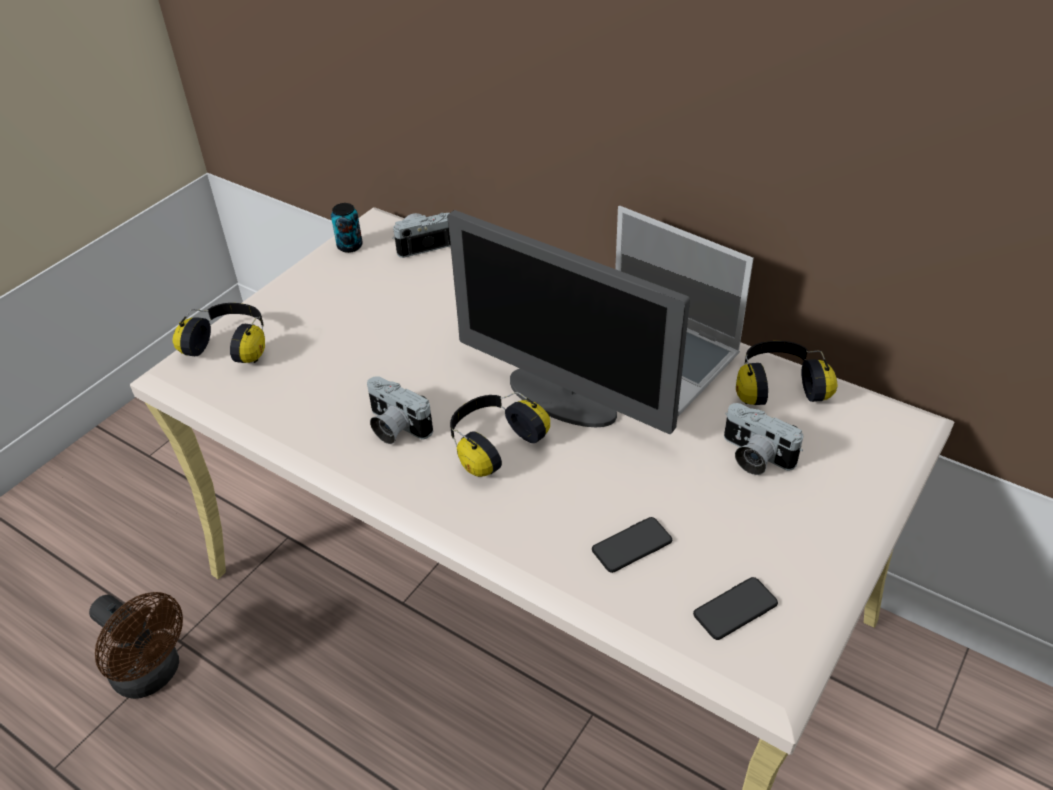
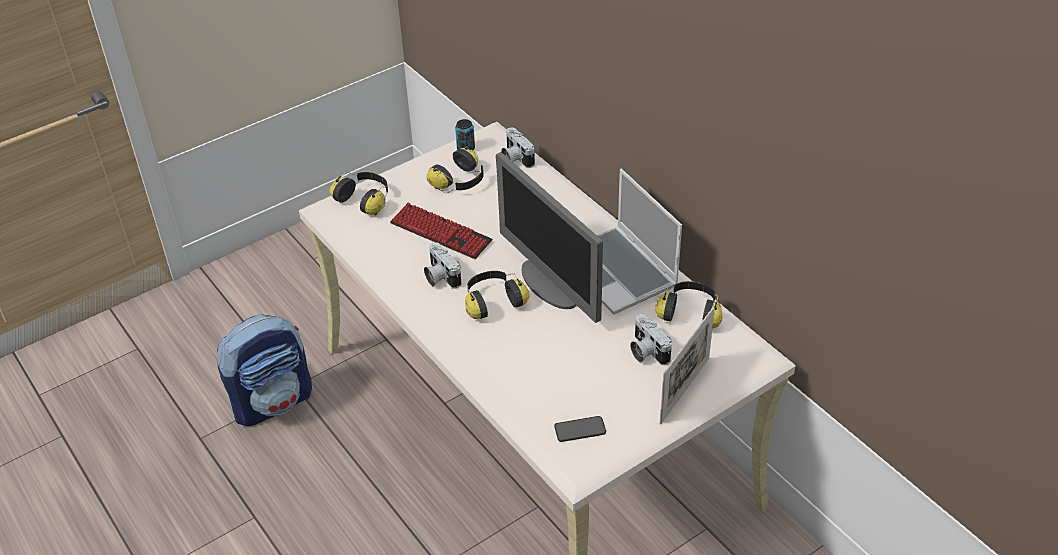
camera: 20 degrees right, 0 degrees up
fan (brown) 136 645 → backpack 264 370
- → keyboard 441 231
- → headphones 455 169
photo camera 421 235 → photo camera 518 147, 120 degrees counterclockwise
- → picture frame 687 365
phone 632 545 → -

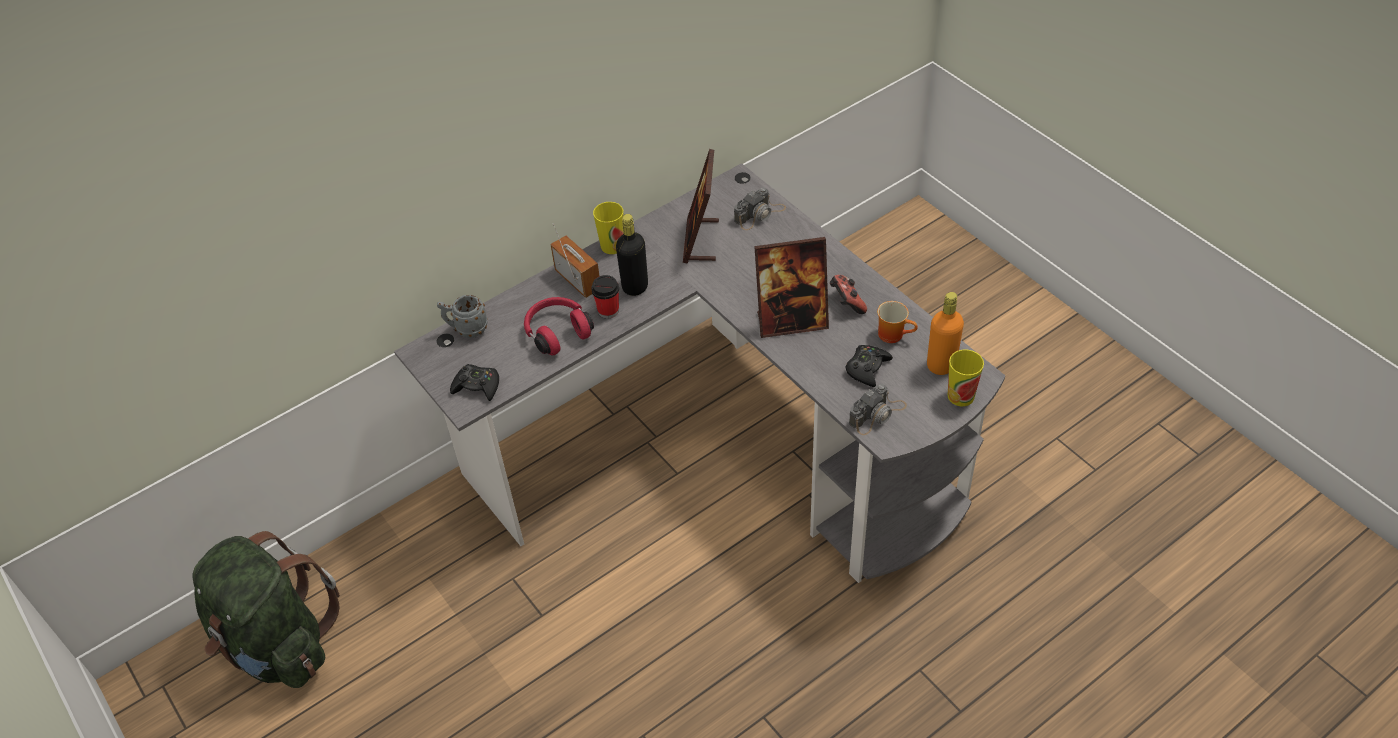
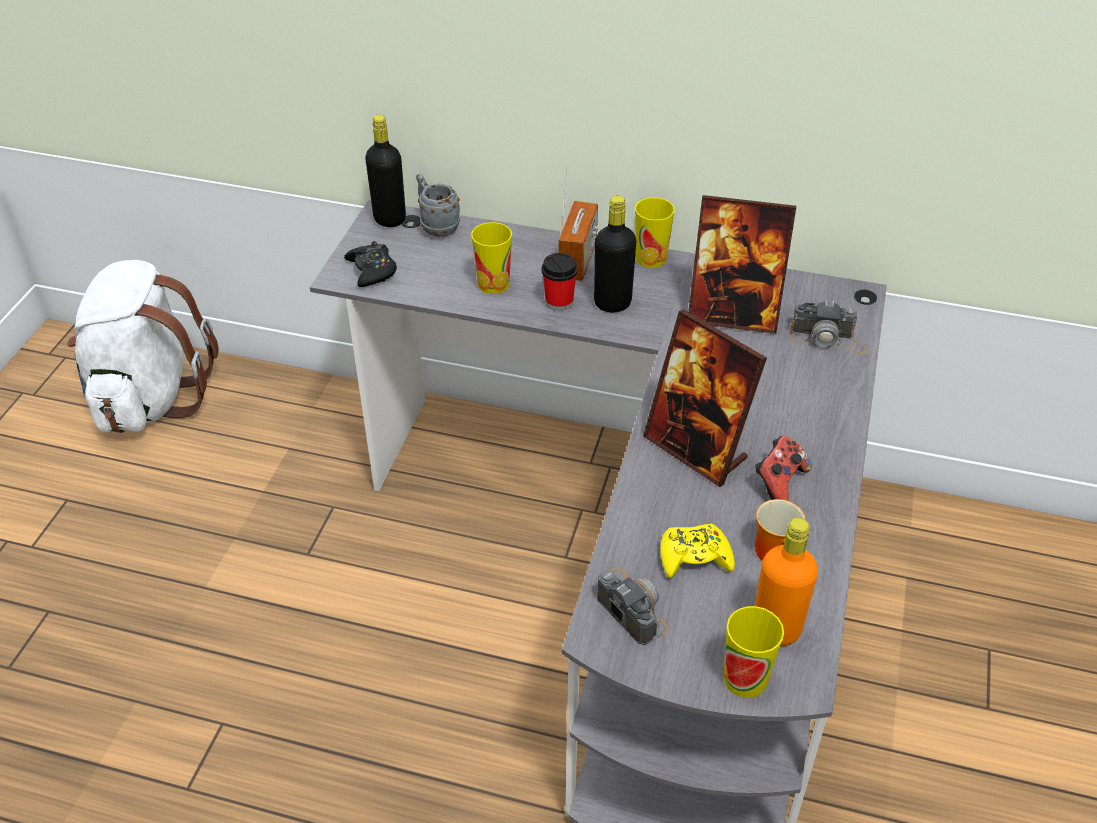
camera: 50 degrees right, 5 degrees down
backpack (green) 266 609 → backpack (white) 143 346
- → bottle (black) 385 171
headphones (red) 559 326 → cup 491 258
photo camera 878 409 → photo camera 633 606, 135 degrees counterclockwise
game controller (black) 869 366 → game controller (yellow) 697 550
picture frame 701 206 → picture frame 742 264, 135 degrees counterclockwise

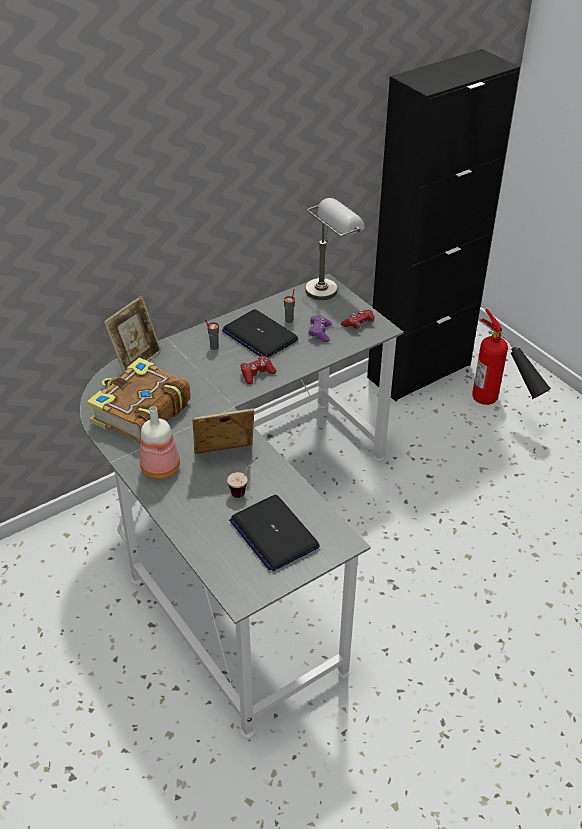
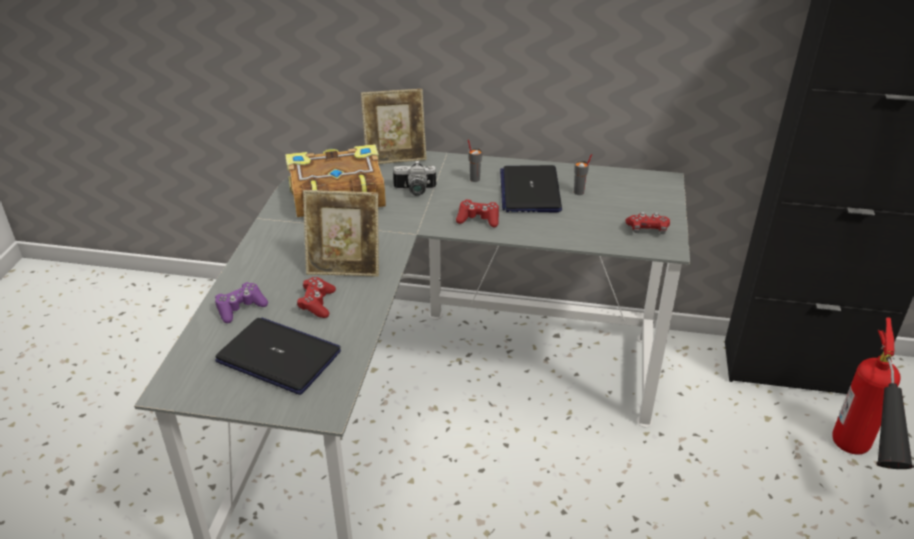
camera: 45 degrees right, 5 degrees down
game controller (purple) 320 328 → game controller (purple) 241 302, relocated
laptop 274 533 → laptop 278 356, 105 degrees clockwise
cup 242 477 → game controller (red) 316 297
picture frame 223 431 → picture frame 341 233, 150 degrees clockwise
- → photo camera 414 178
bottle 160 442 → -
table lamp (grey) 335 249 → -

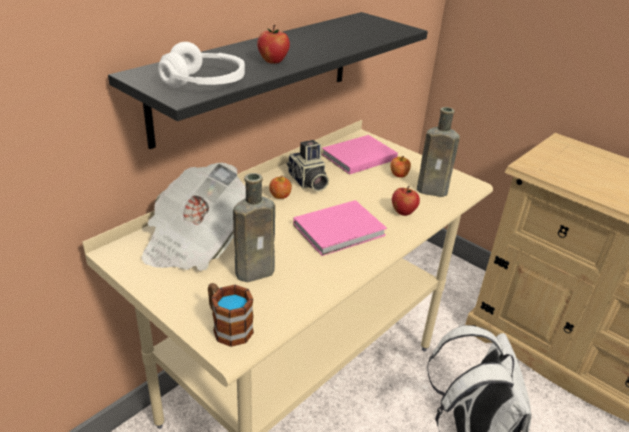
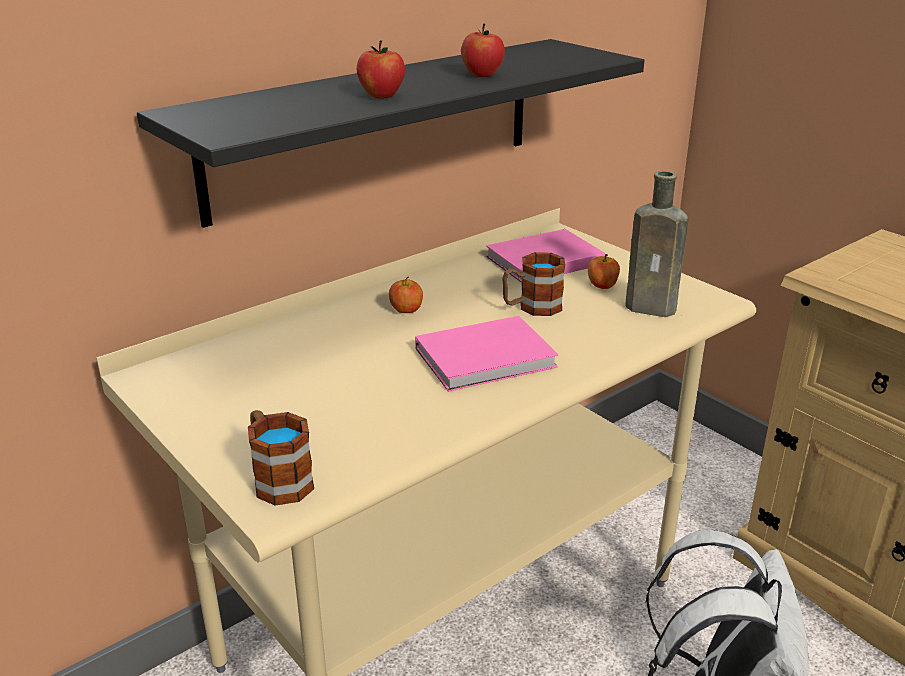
camera: 10 degrees right, 5 degrees down
apple 406 201 → apple 483 50, relocated
- → mug 533 284
newspaper 193 217 → -
headphones (white) 201 65 → -
bottle (brown) 254 227 → -
photo camera 308 166 → -

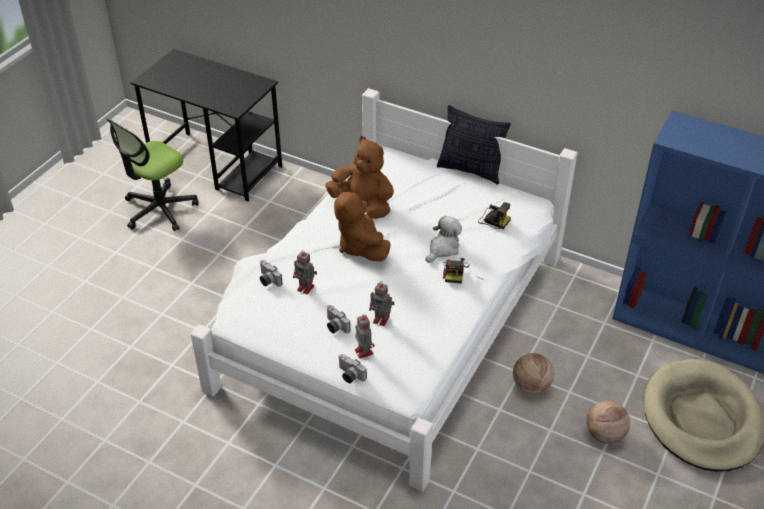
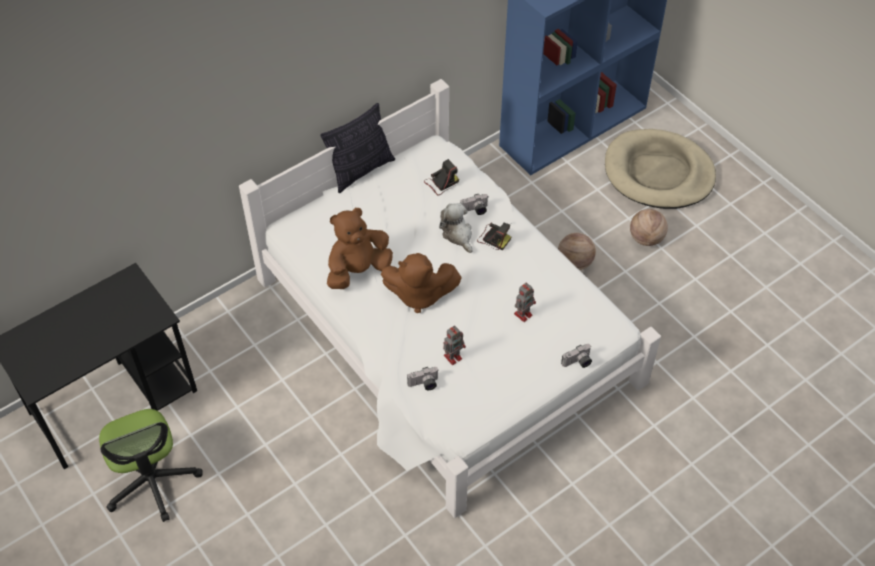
camera: 65 degrees left, 10 degrees up
photo camera 339 319 → photo camera 474 204, relocated
toy robot 365 336 → -

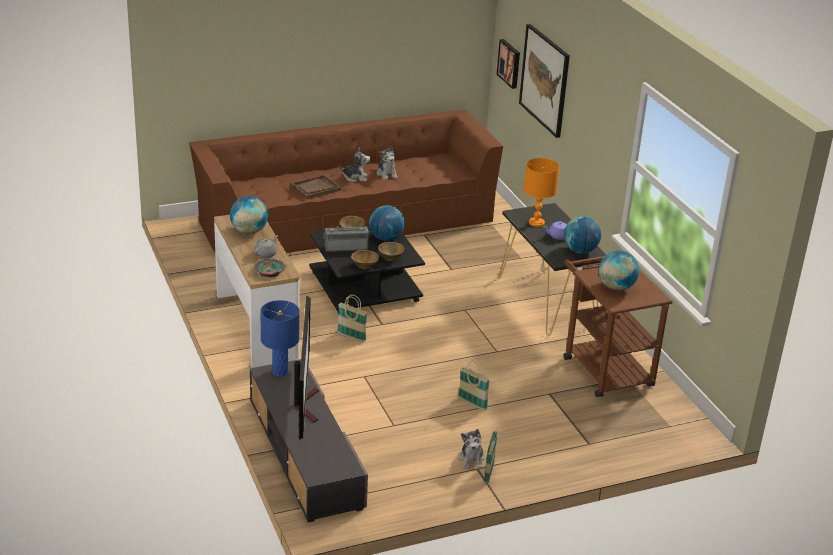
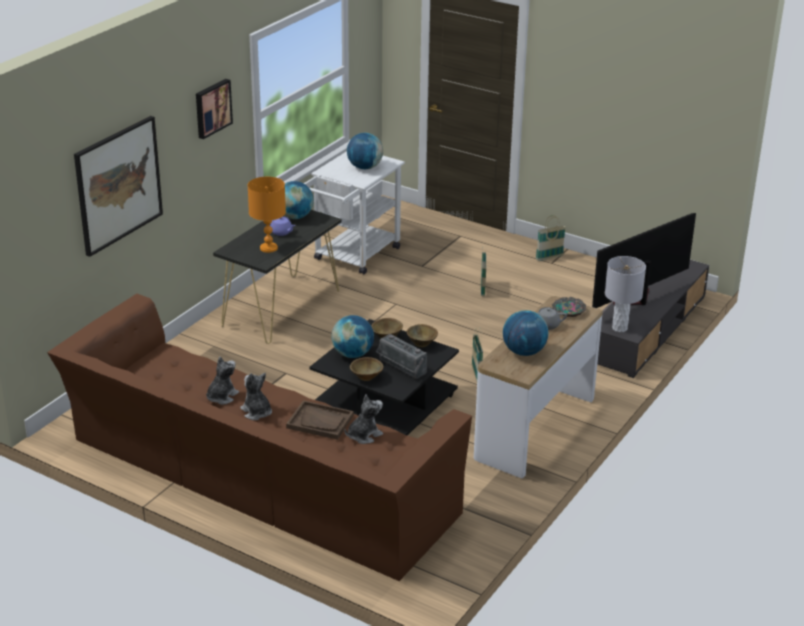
camera: 125 degrees left, 0 degrees up
picture 508 64 → picture 214 109, relocated
cart (brown) 618 326 → cart (white) 354 212
plush toy 472 449 → plush toy 364 419, relocated
table lamp (blue) 279 338 → table lamp (grey) 625 294

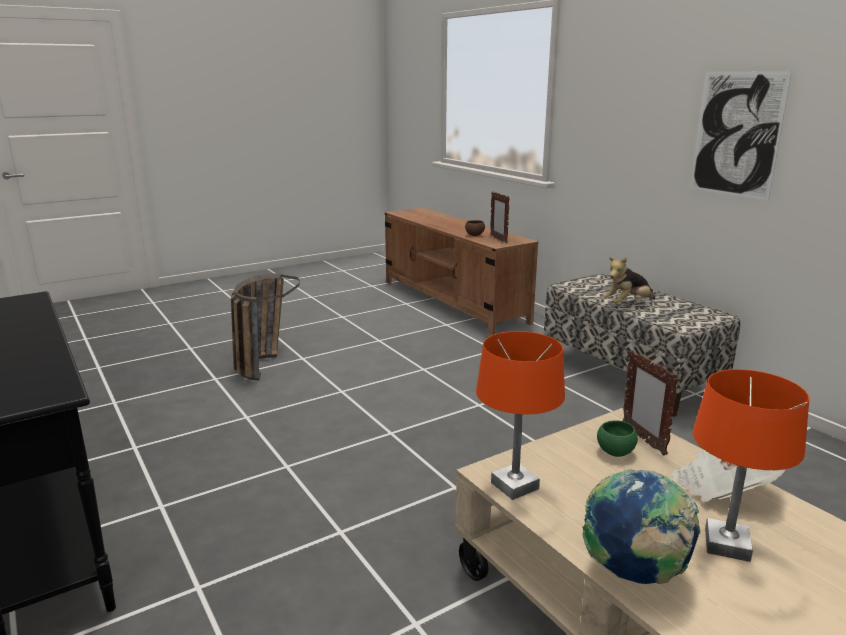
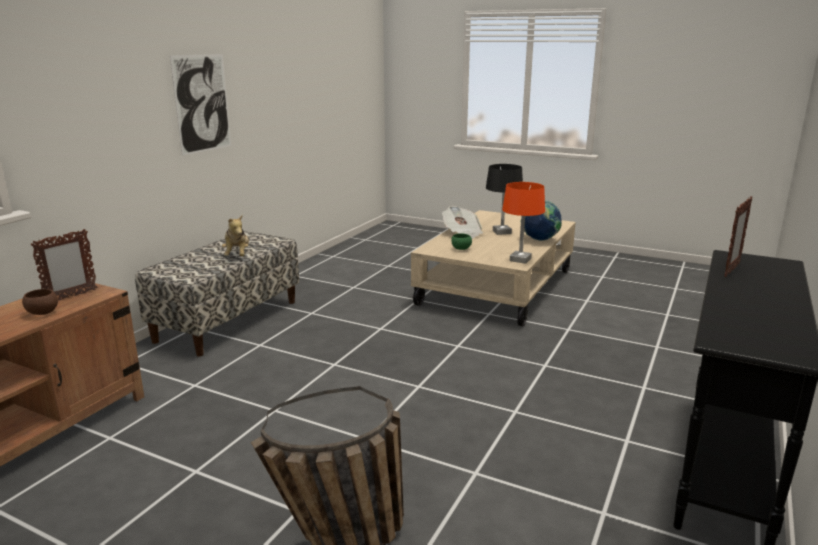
camera: 120 degrees left, 0 degrees up
plush toy 629 280 → plush toy 235 235, 45 degrees clockwise
table lamp (orange) 751 465 → table lamp (black) 504 199
picture frame 650 403 → picture frame 738 236, relocated

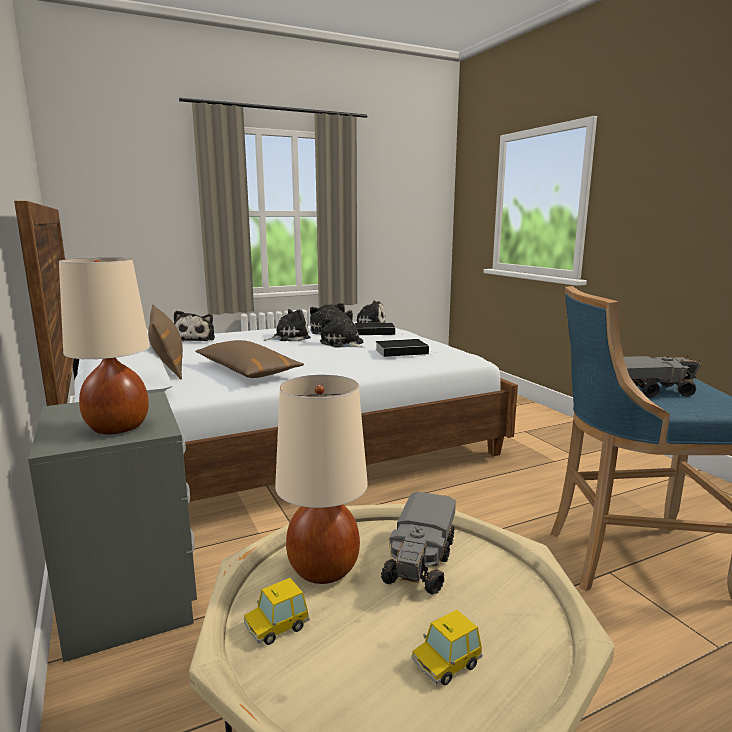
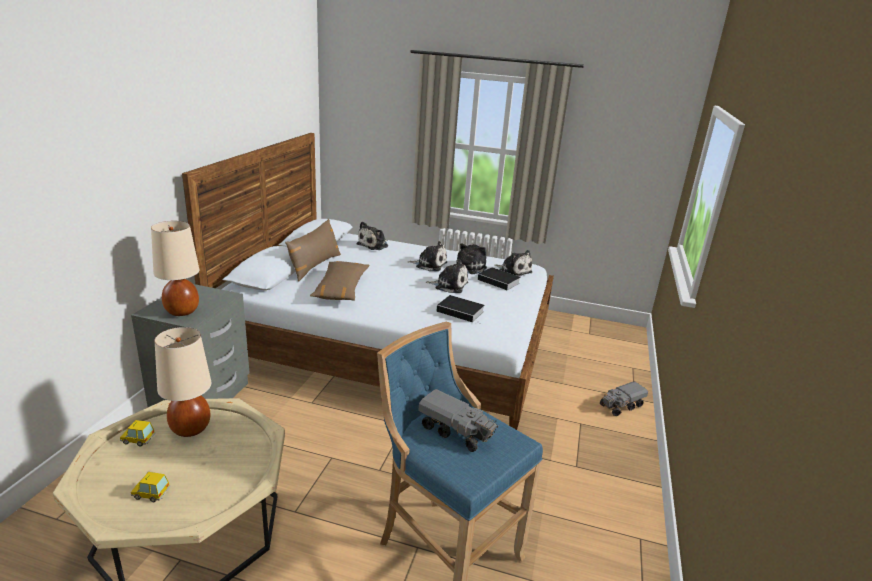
camera: 40 degrees right, 10 degrees up
plush toy 342 329 → plush toy 446 276, 105 degrees clockwise
toy truck 418 543 → toy truck 624 398, relocated

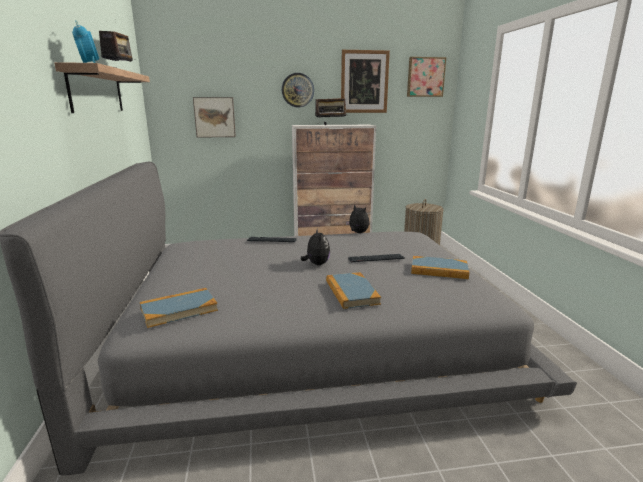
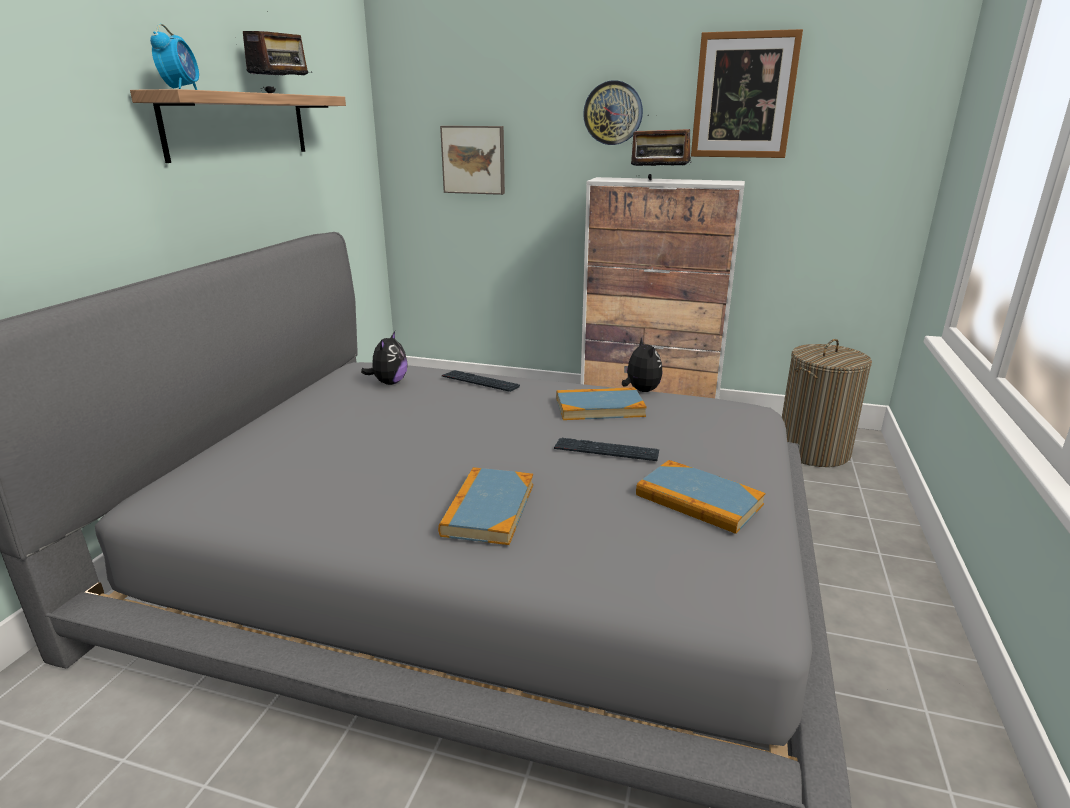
camera: 25 degrees right, 5 degrees up
plush toy 315 246 → plush toy 384 358, relocated
book 179 308 → book 601 403, relocated
picture 426 77 → -

